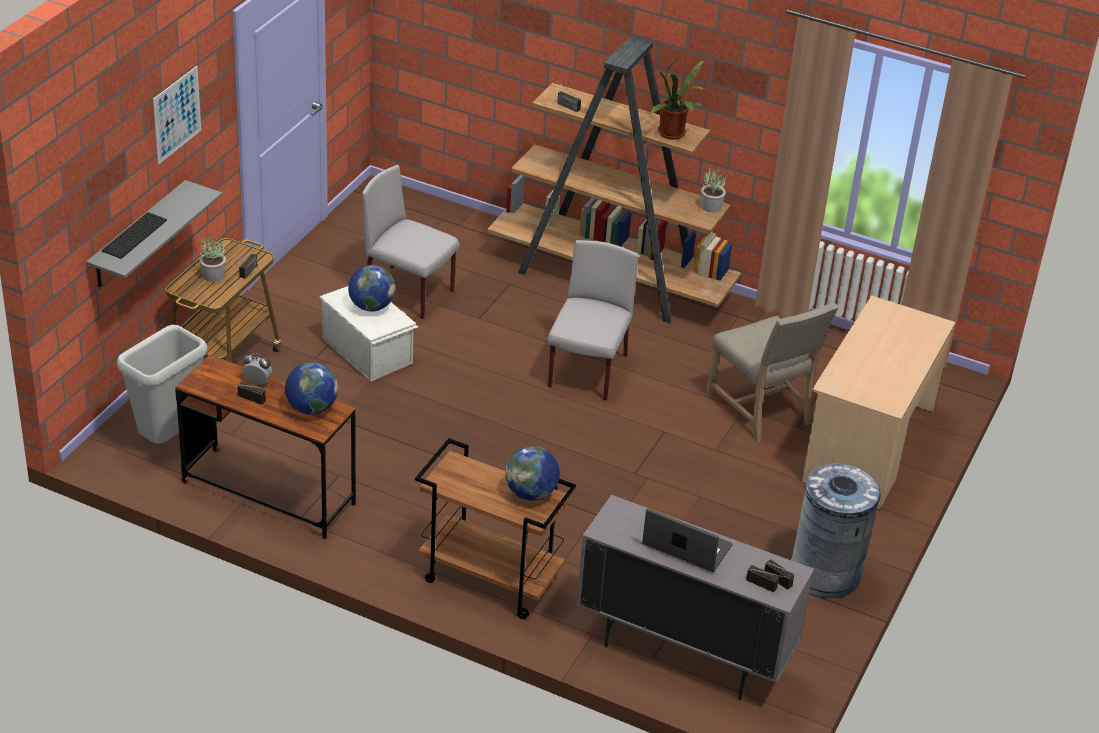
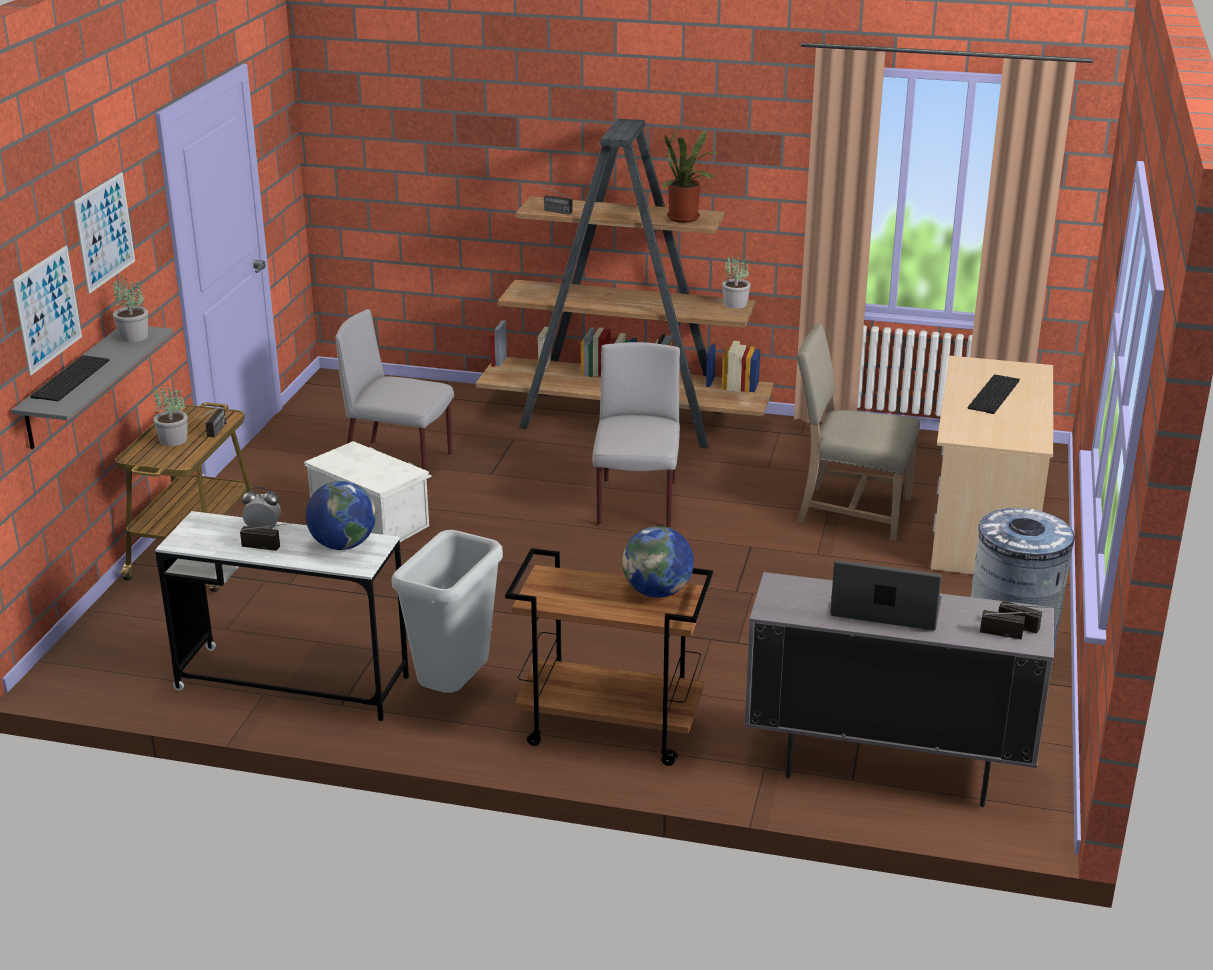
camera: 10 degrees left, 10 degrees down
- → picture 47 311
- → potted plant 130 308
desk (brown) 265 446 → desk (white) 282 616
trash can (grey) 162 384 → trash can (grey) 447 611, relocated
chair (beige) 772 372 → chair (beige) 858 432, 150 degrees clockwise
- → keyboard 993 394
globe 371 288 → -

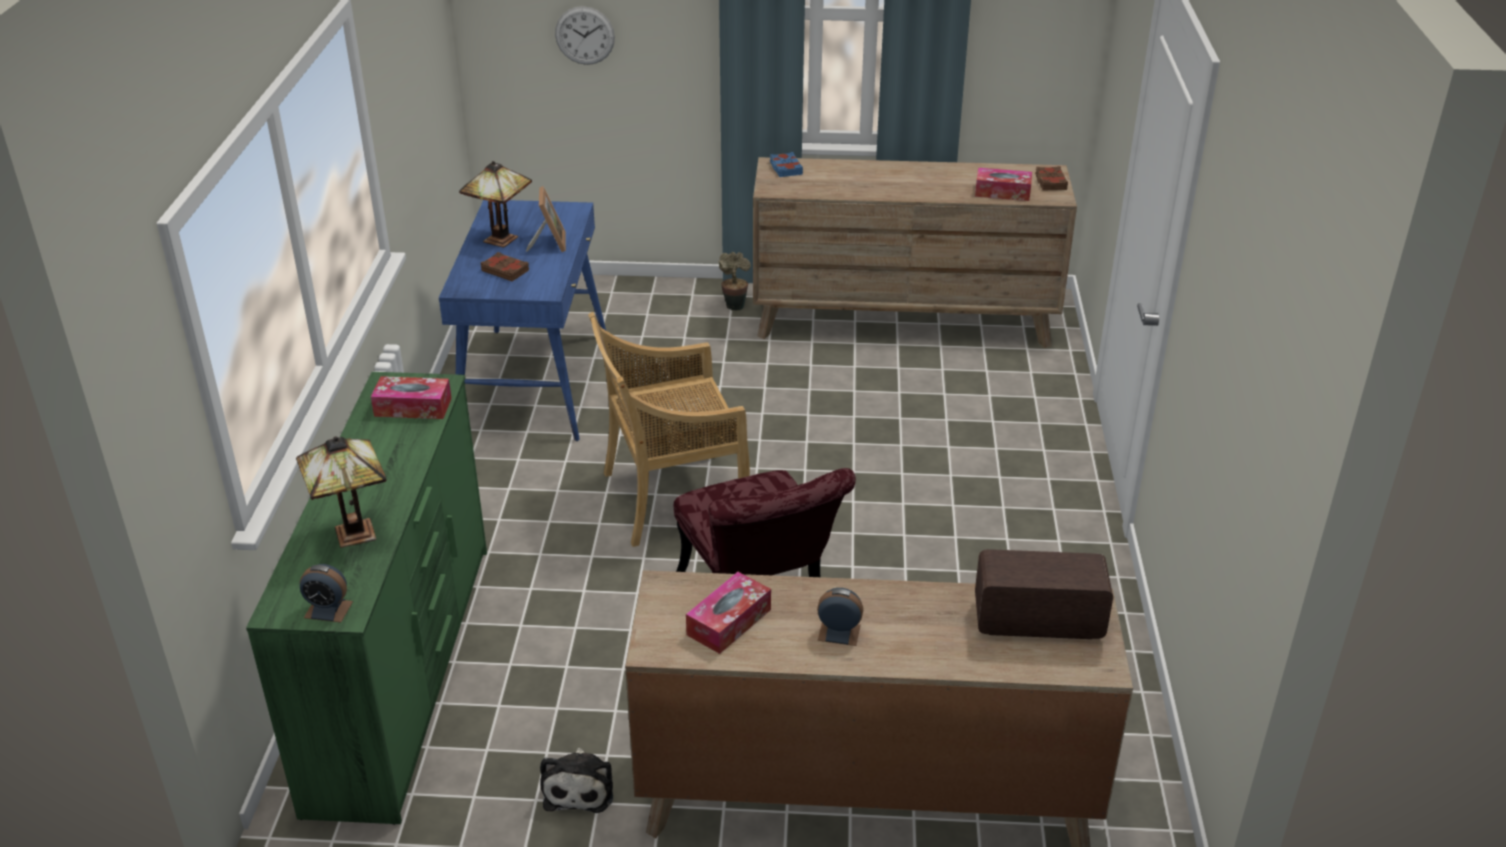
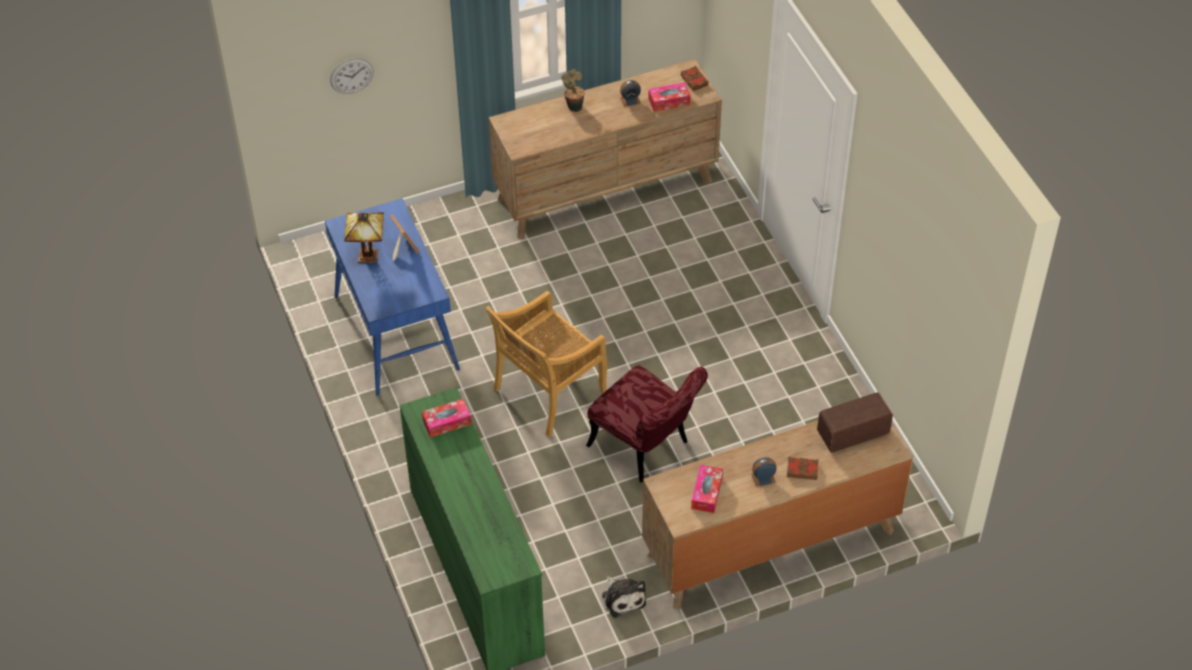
camera: 25 degrees left, 15 degrees up
potted plant 734 281 → potted plant 573 90, relocated
alarm clock 326 593 → alarm clock 630 93, relocated
book (brown) 505 266 → book (brown) 803 468, relocated
table lamp 341 492 → -
book (blue) 786 164 → -

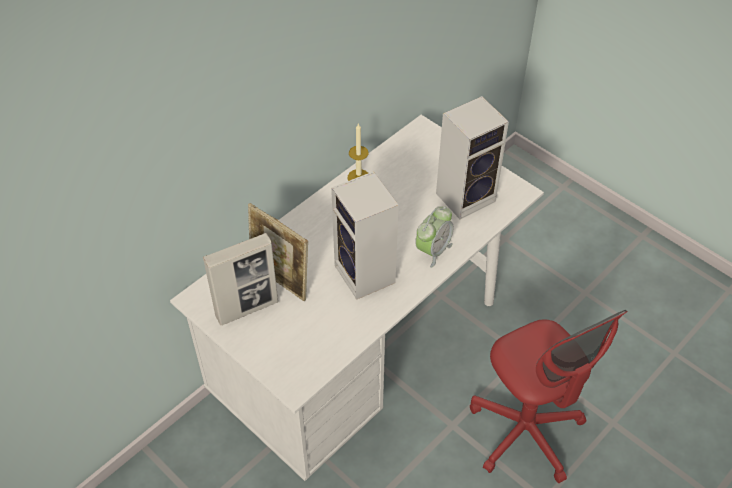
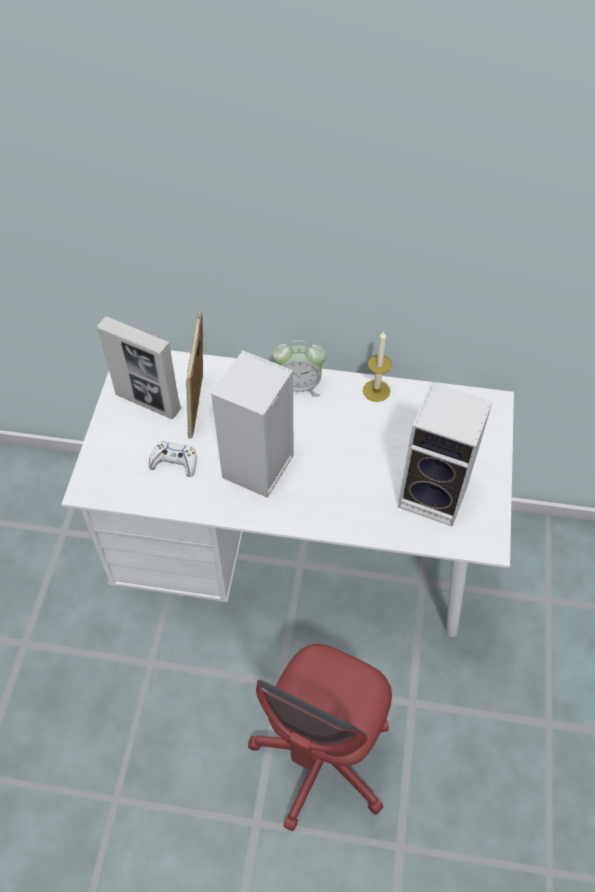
camera: 55 degrees right, 5 degrees up
- → game controller (white) 173 459
alarm clock 435 237 → alarm clock 299 368, relocated

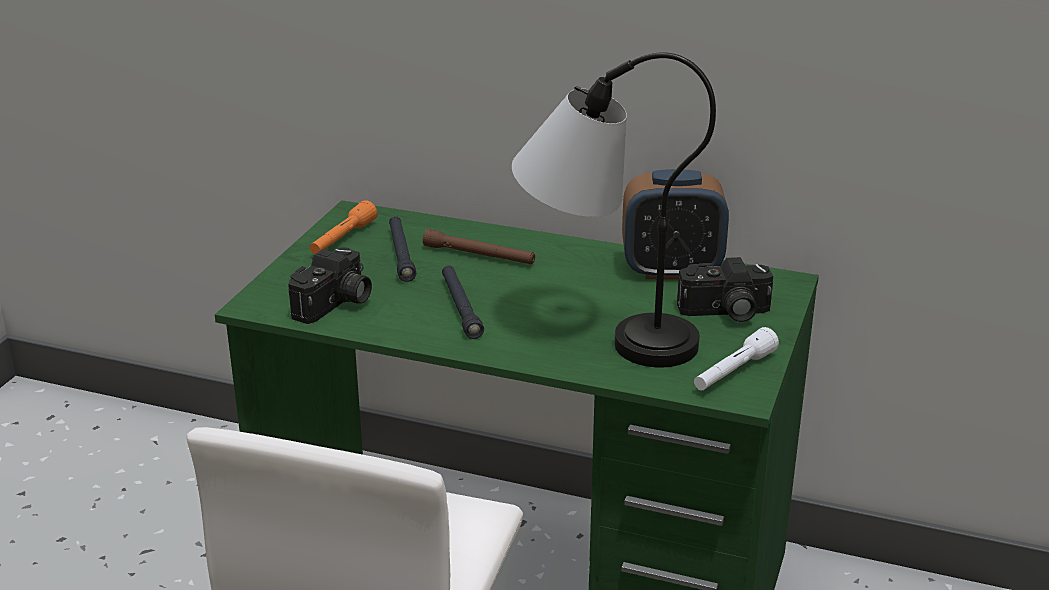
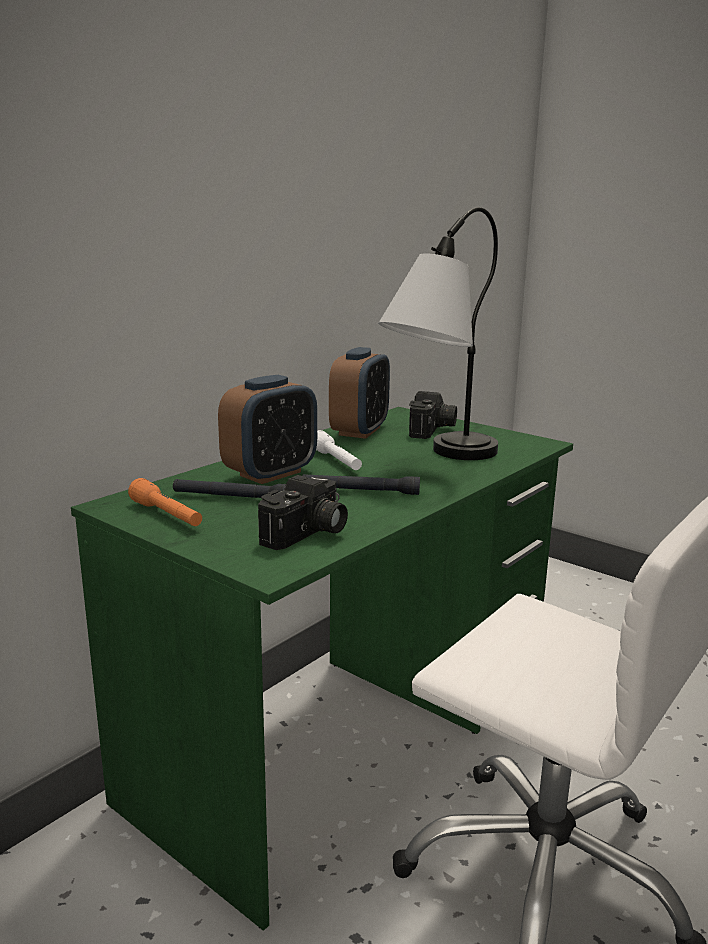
camera: 70 degrees left, 10 degrees down
flashlight (brown) 479 247 → alarm clock 267 429
photo camera 330 285 → photo camera 303 512, 75 degrees clockwise
flashlight (white) 736 358 → flashlight (white) 339 450, relocated

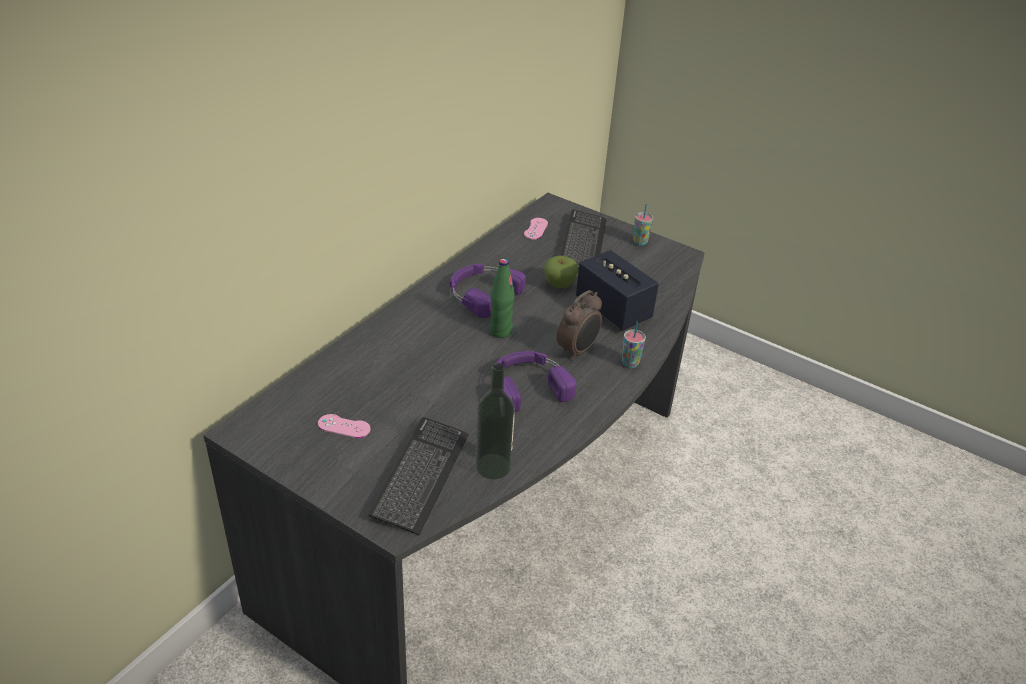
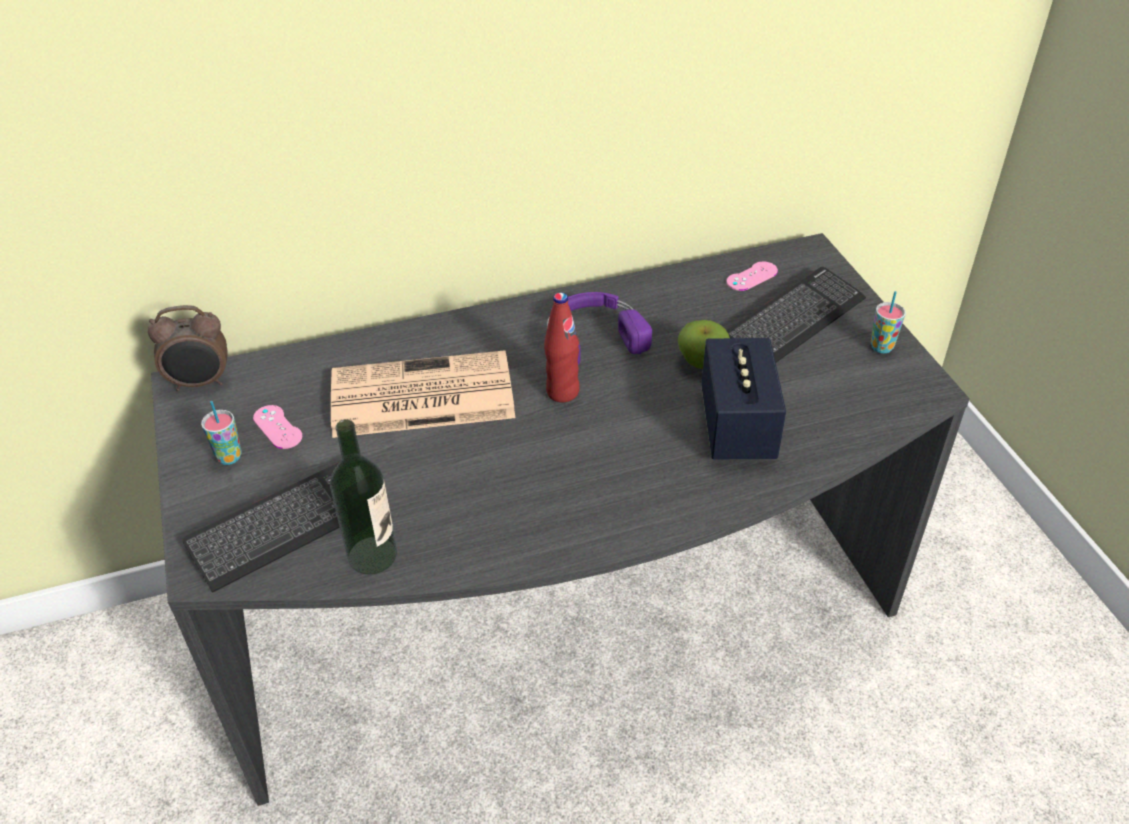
camera: 40 degrees right, 5 degrees up
alarm clock 579 325 → alarm clock 188 348, relocated
cup 634 344 → cup 221 433, relocated
- → newspaper 423 394
bottle (green) 502 298 → bottle (red) 562 347
headphones (purple) 536 381 → -

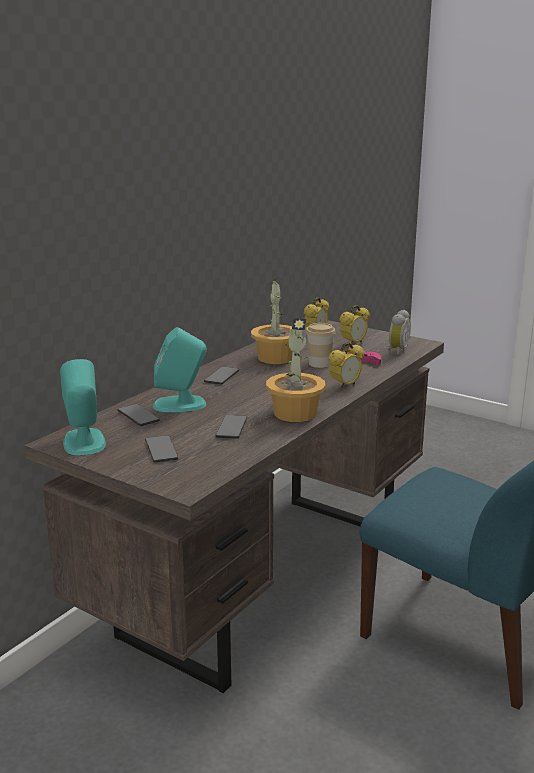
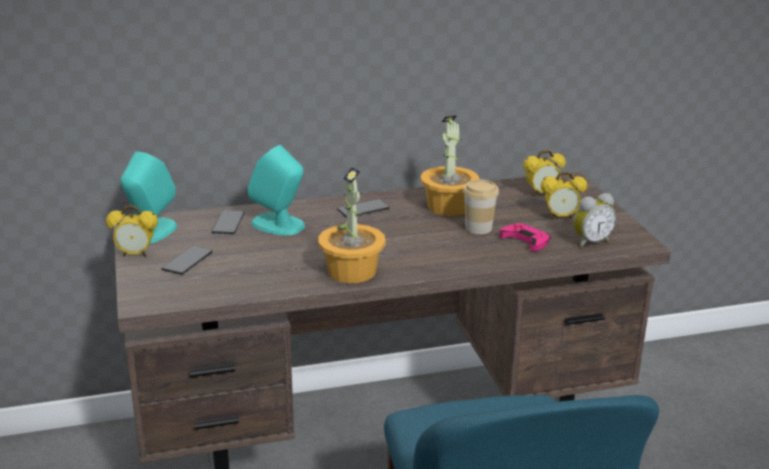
camera: 40 degrees right, 5 degrees up
alarm clock 346 365 → alarm clock 132 231, relocated
phone 231 427 → -

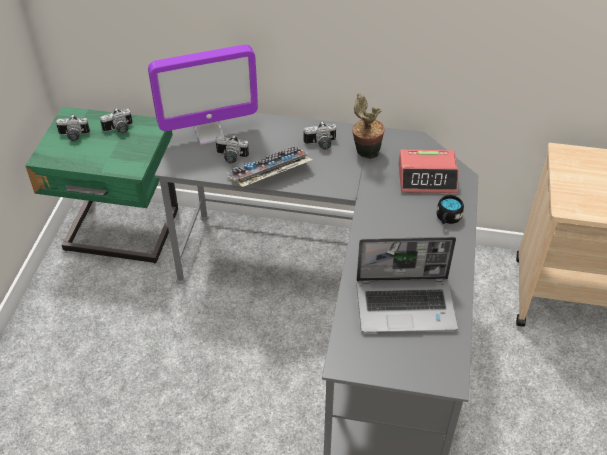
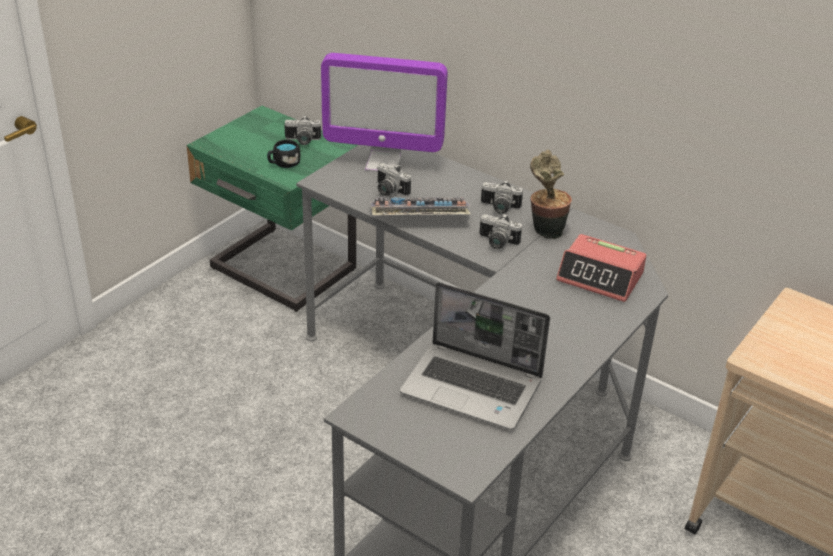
camera: 25 degrees right, 10 degrees down
mug (black) 450 209 → mug (black) 283 154, relocated
photo camera 73 128 → photo camera 500 231, relocated

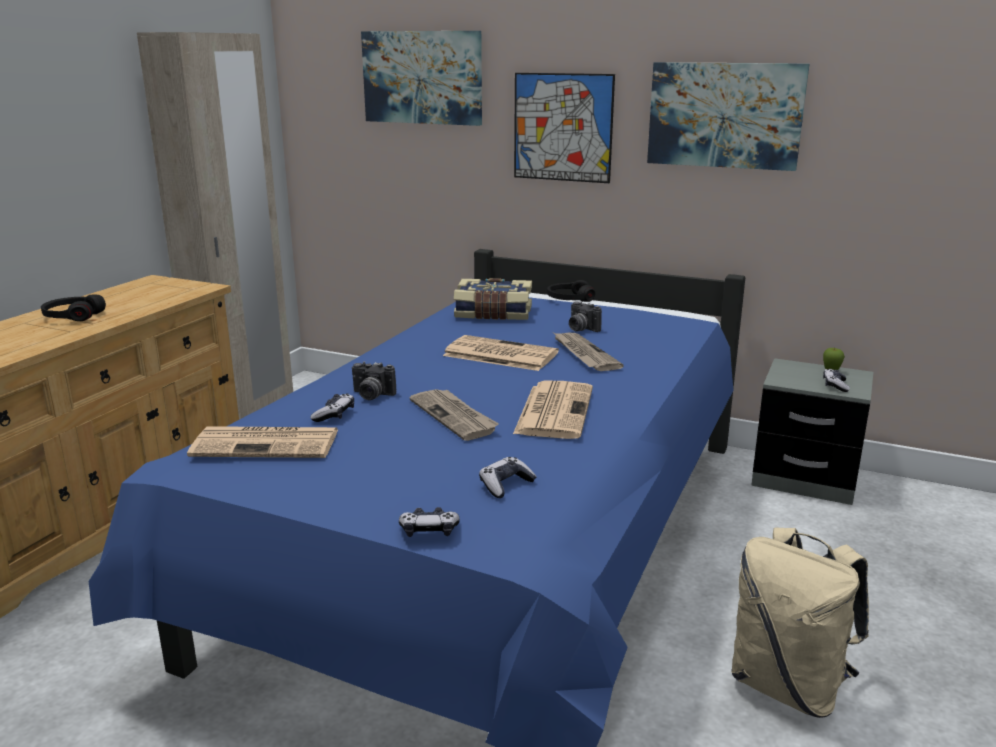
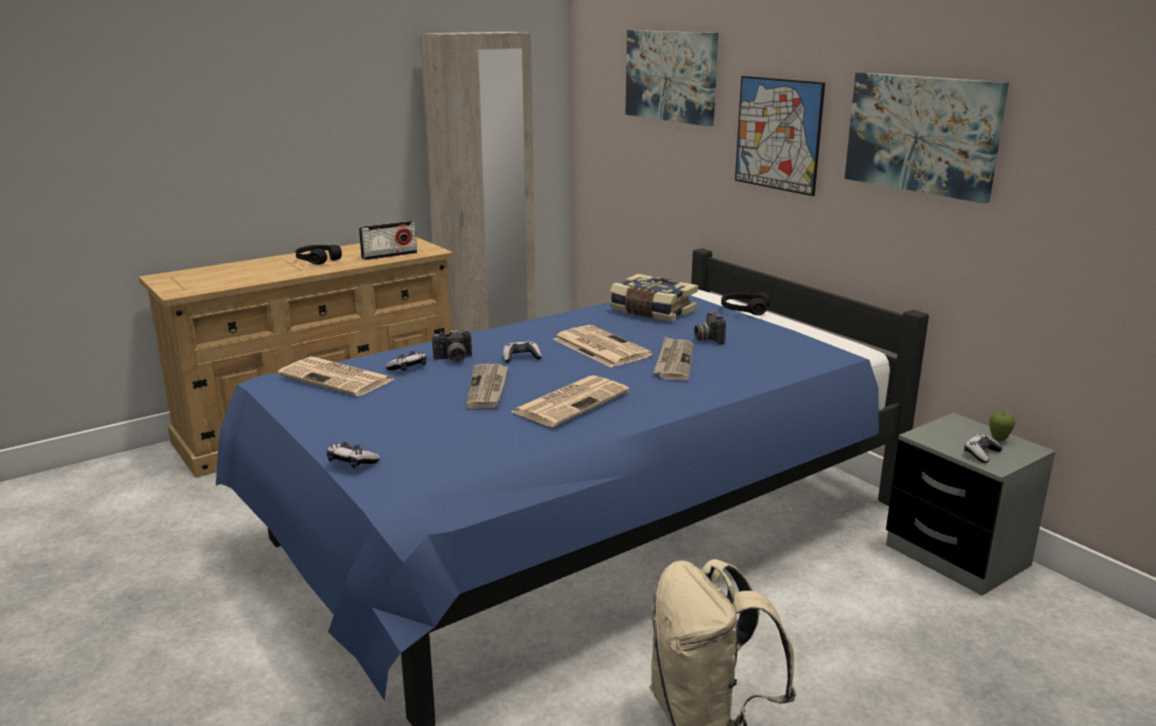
camera: 30 degrees right, 0 degrees up
- → radio 388 240
photo camera 374 380 → photo camera 452 346, 60 degrees counterclockwise
game controller 507 477 → game controller 522 352, relocated

